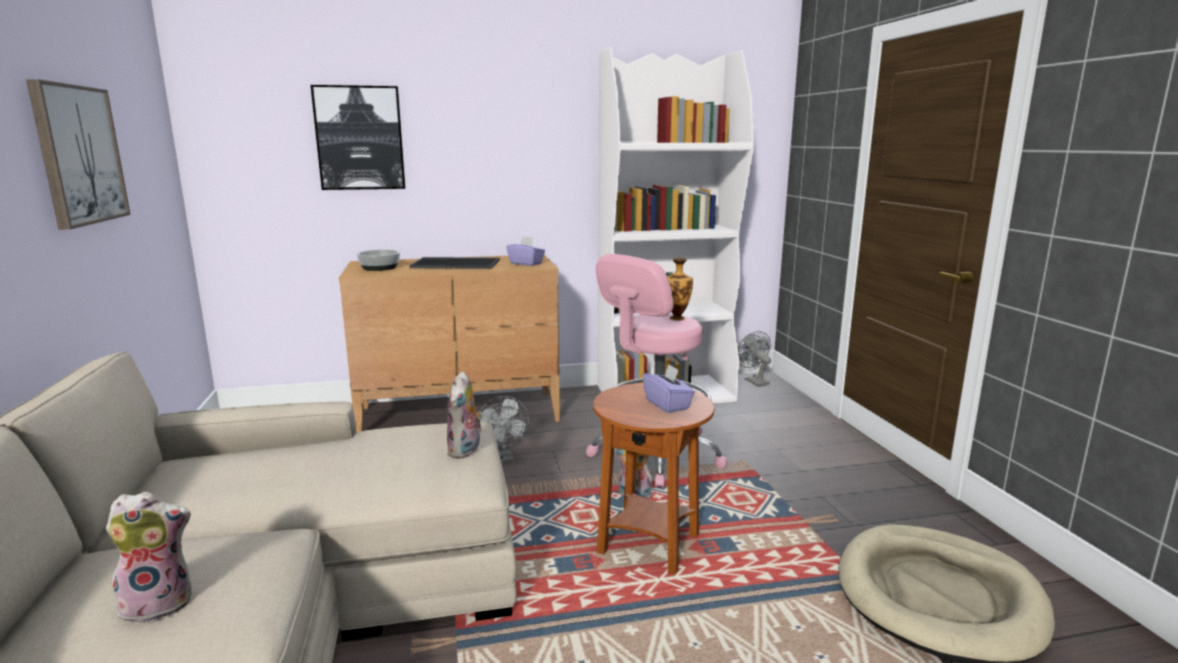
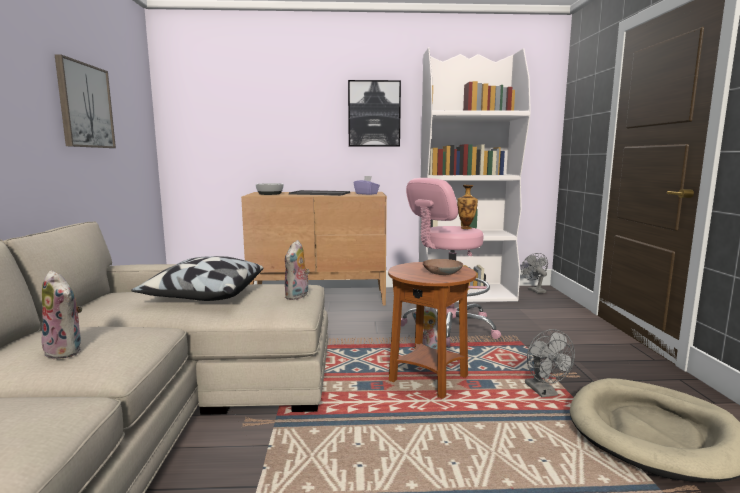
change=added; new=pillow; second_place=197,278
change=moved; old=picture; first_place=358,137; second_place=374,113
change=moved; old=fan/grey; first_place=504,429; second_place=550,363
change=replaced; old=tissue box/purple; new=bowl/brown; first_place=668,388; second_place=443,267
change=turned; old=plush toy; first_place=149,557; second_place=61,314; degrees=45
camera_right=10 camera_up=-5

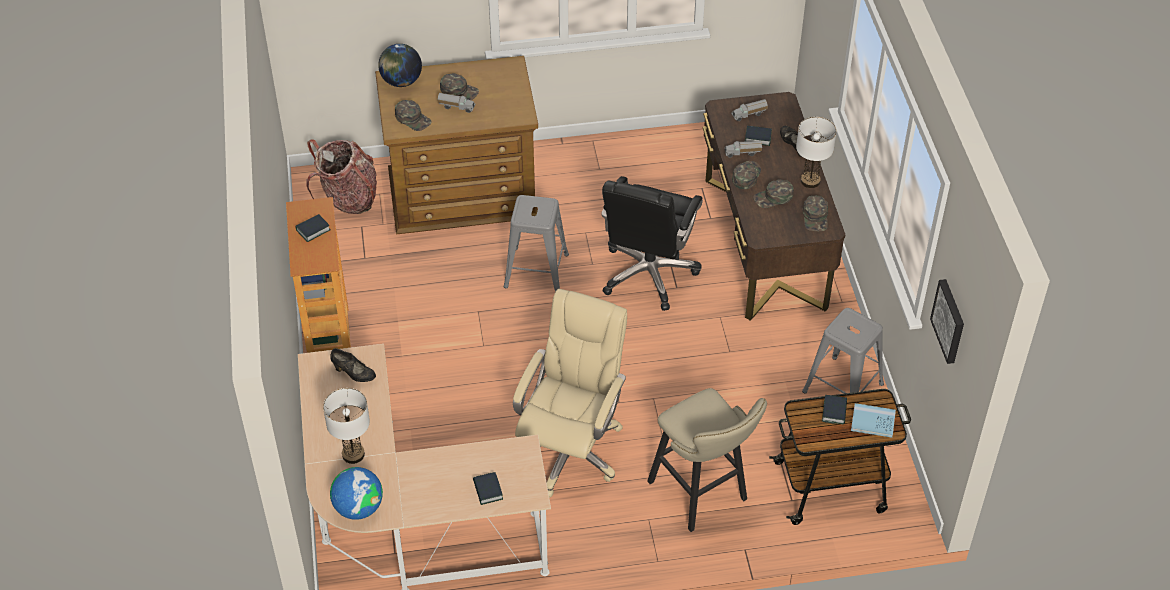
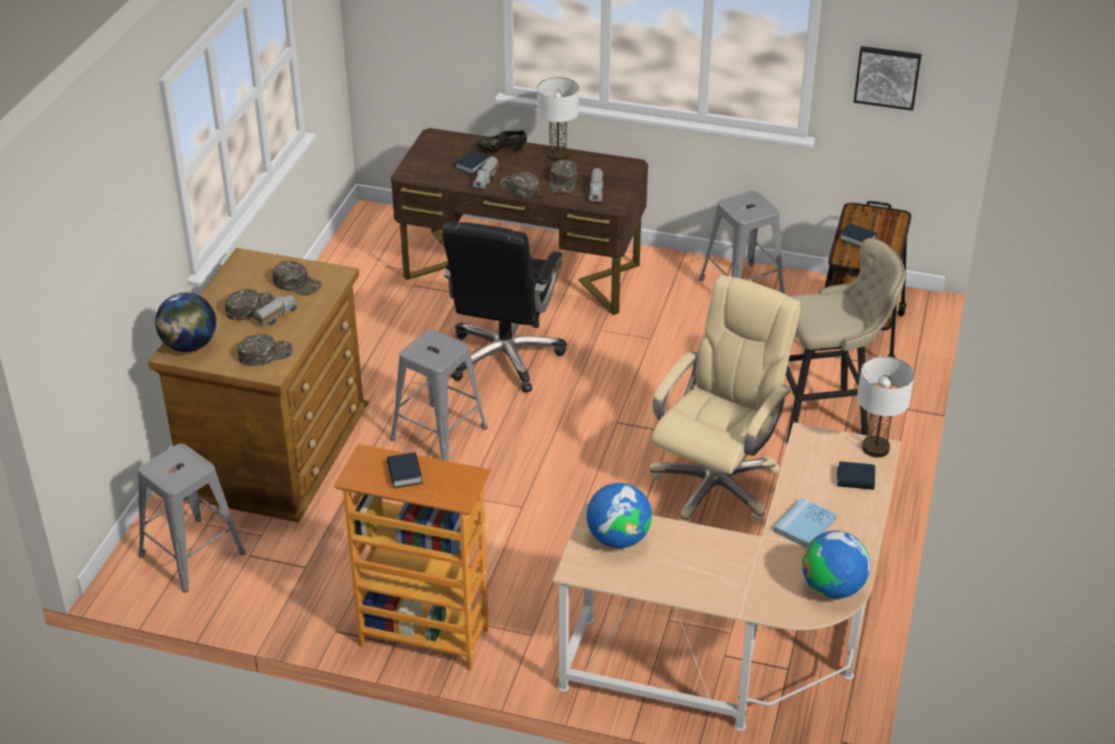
change=moved; old=table lamp; first_place=346,426; second_place=885,406
change=moved; old=toy truck; first_place=749,110; second_place=596,185
change=moved; old=cap/green; first_place=815,213; second_place=297,278
change=moved; old=book/blue; first_place=873,420; second_place=805,522
change=replaced; old=backpack; new=stool/grey; first_place=341,176; second_place=192,518
change=replaced; old=shoe/black; new=globe; first_place=353,365; second_place=619,515
change=turned; old=office chair/beige; first_place=570,393; second_place=724,398; degrees=75
change=turned; old=office chair/black; first_place=652,243; second_place=504,307; degrees=60
camera_right=-65 camera_up=-10

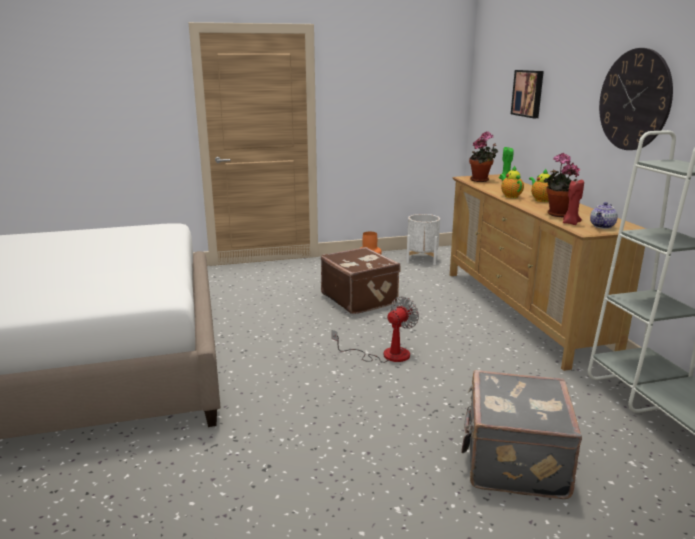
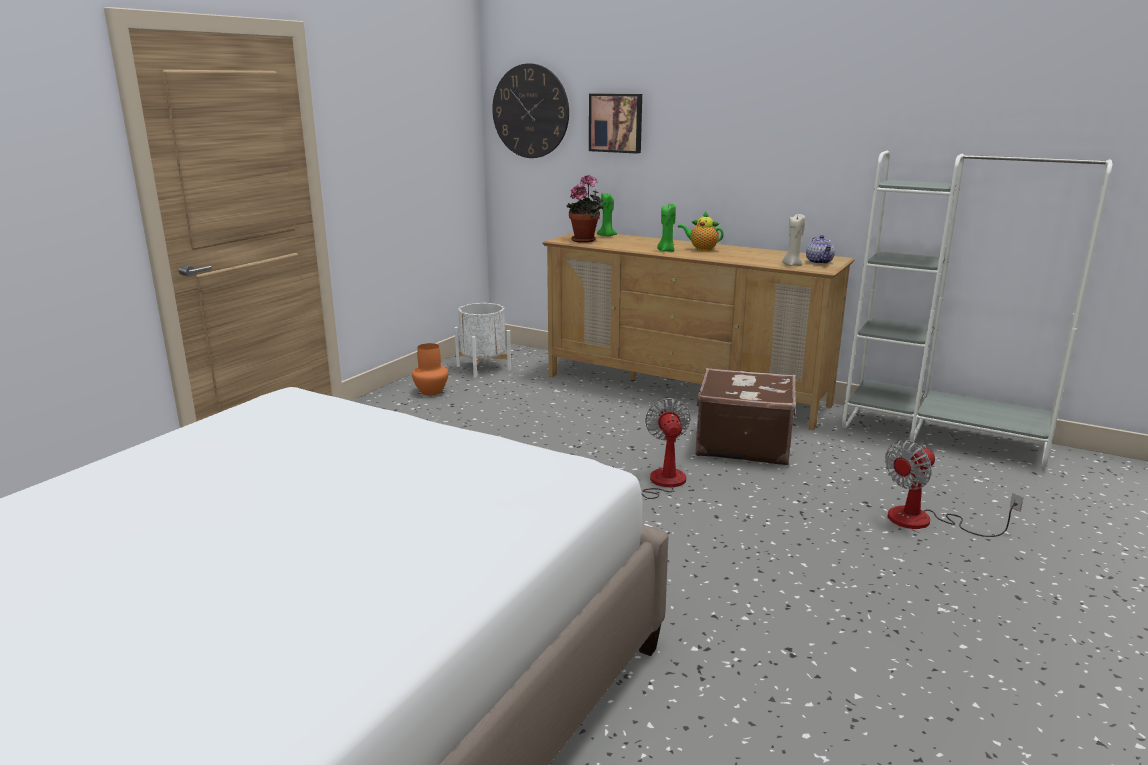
change=removed; old=potted plant; first_place=562,185
change=moved; old=suitcase/brown; first_place=360,280; second_place=745,416
change=moved; old=wall clock; first_place=636,99; second_place=530,110
change=replaced; old=suitcase/grey; new=fan; first_place=521,434; second_place=954,488
change=replaced; old=teapot; new=candle/green; first_place=512,182; second_place=666,228
change=recoloured; old=candle/red; new=candle/beige; first_place=573,202; second_place=793,240
camera_right=-45 camera_up=0

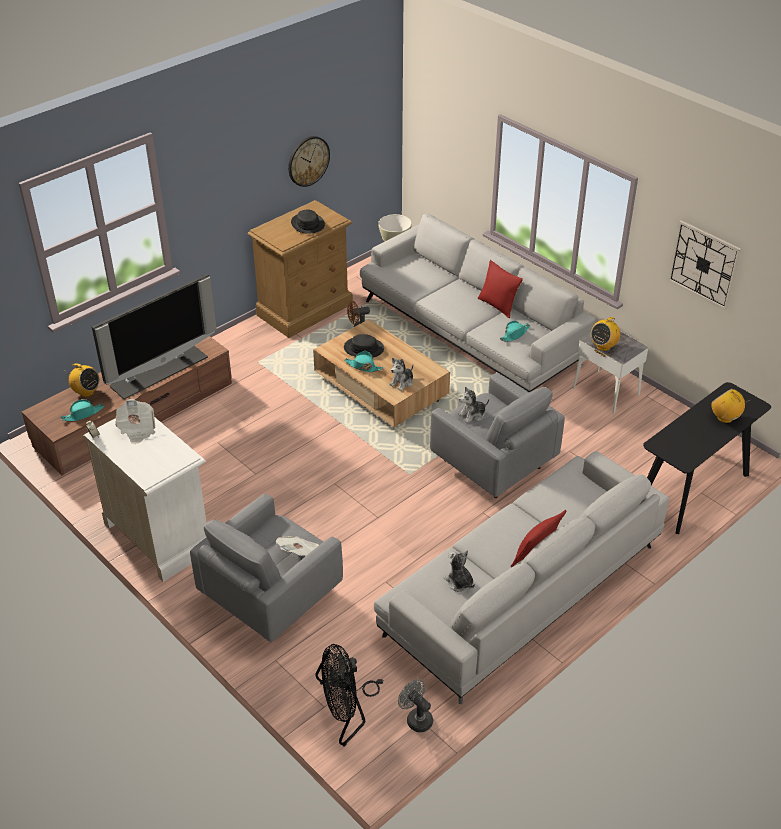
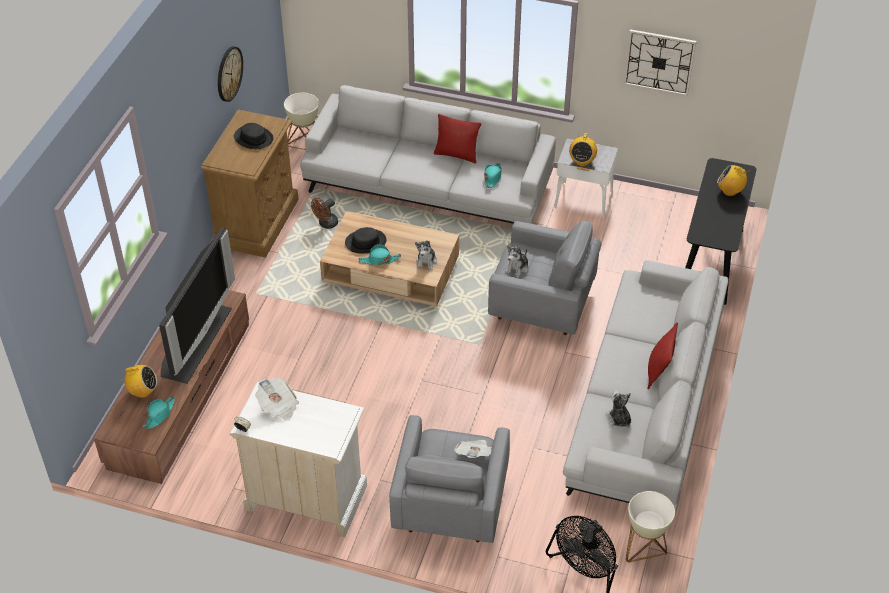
change=replaced; old=fan/grey; new=planter; first_place=415,705; second_place=650,526
change=turned; old=plush toy; first_place=459,571; second_place=618,410; degrees=45
camera_right=-30 camera_up=5

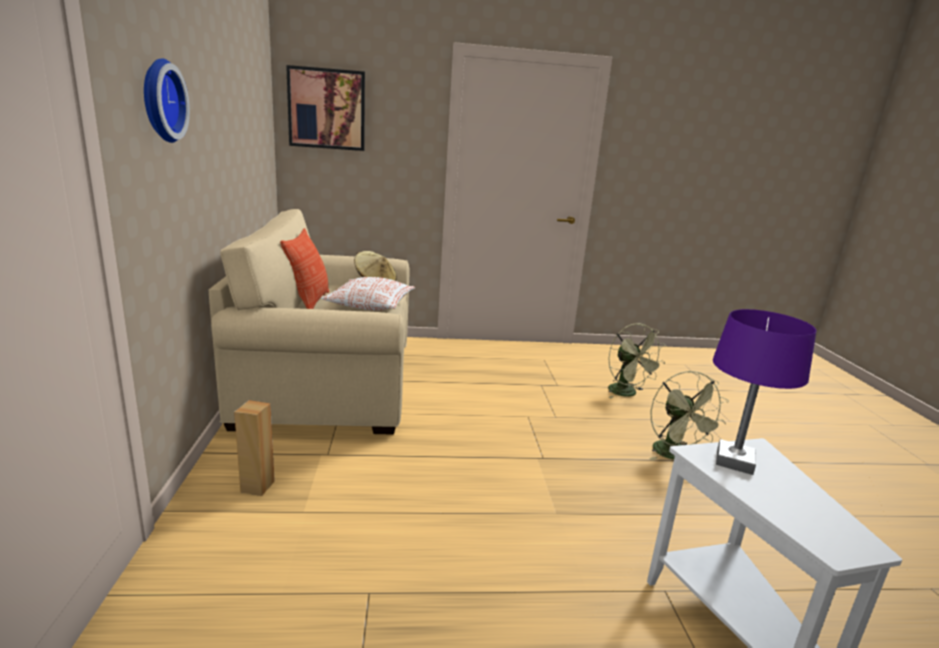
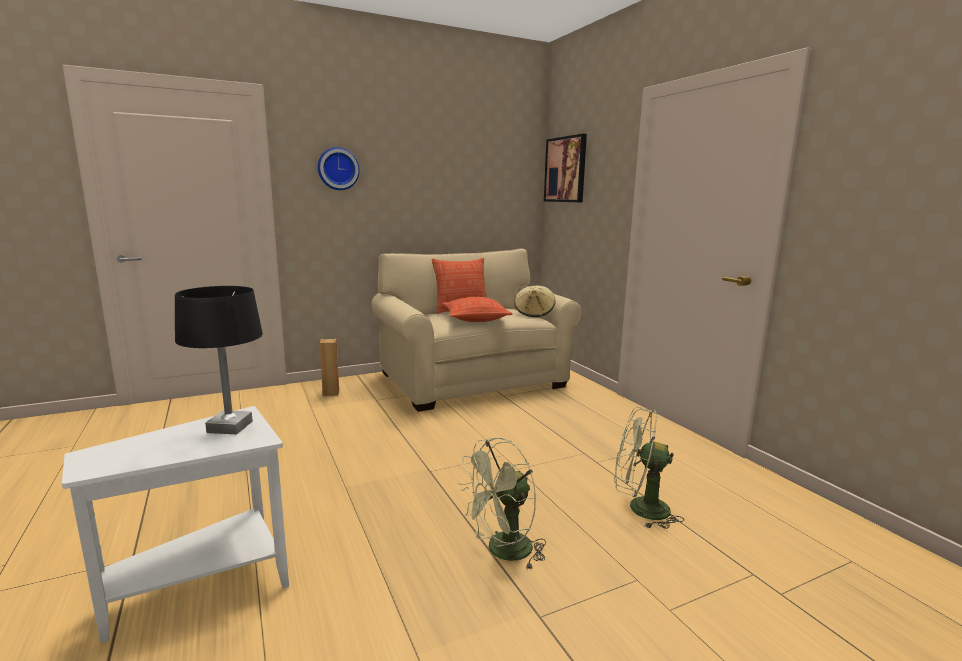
change=recoloured; old=pillow/white; new=pillow/orange; first_place=368,294; second_place=477,309
change=recoloured; old=table lamp/purple; new=table lamp/black; first_place=764,392; second_place=219,360
change=turned; old=fan/green; first_place=636,360; second_place=649,468; degrees=60
camera_right=70 camera_up=-5

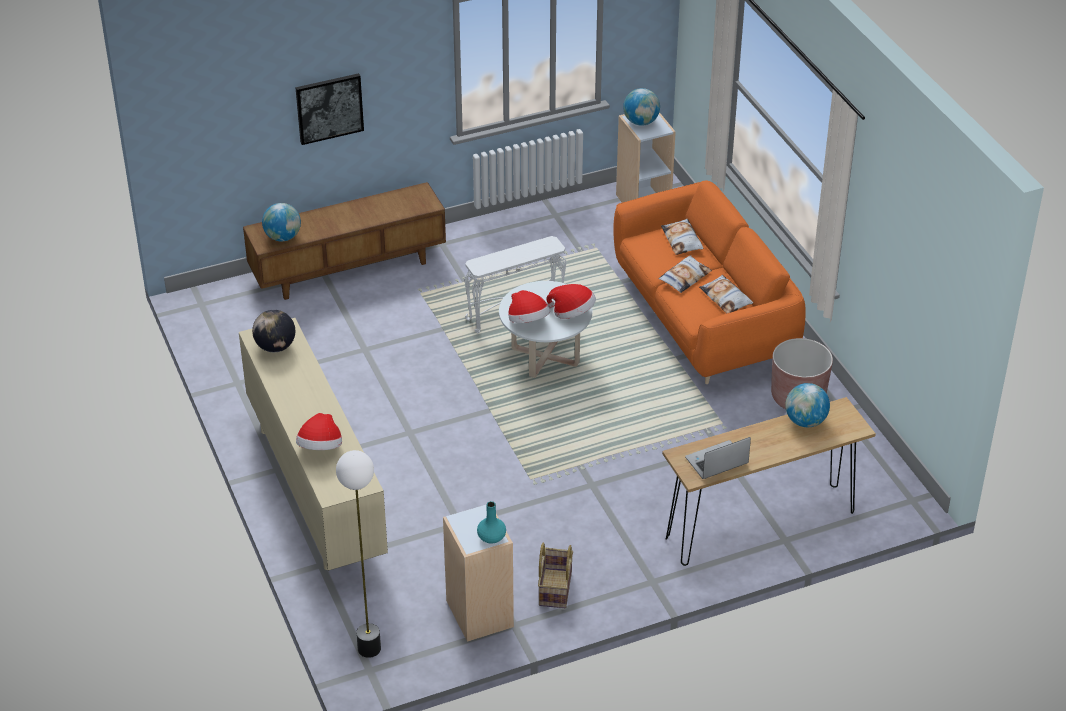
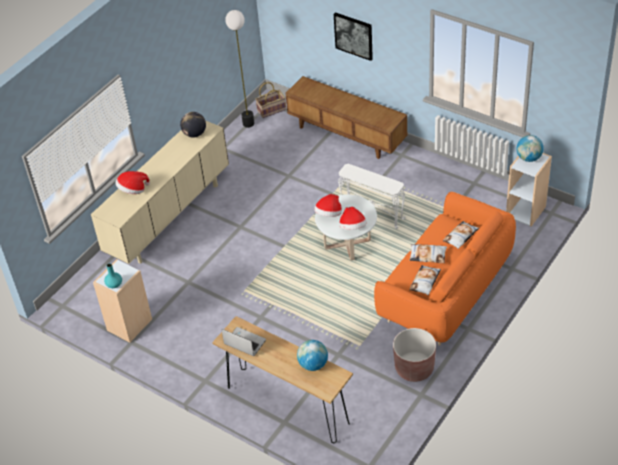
change=removed; old=globe; first_place=281,222
change=moved; old=floor lamp; first_place=358,554; second_place=239,69
change=moved; old=basket; first_place=555,575; second_place=270,100
camera_right=60 camera_up=5

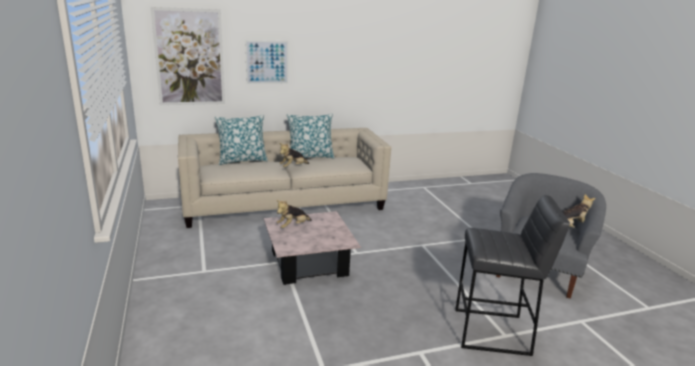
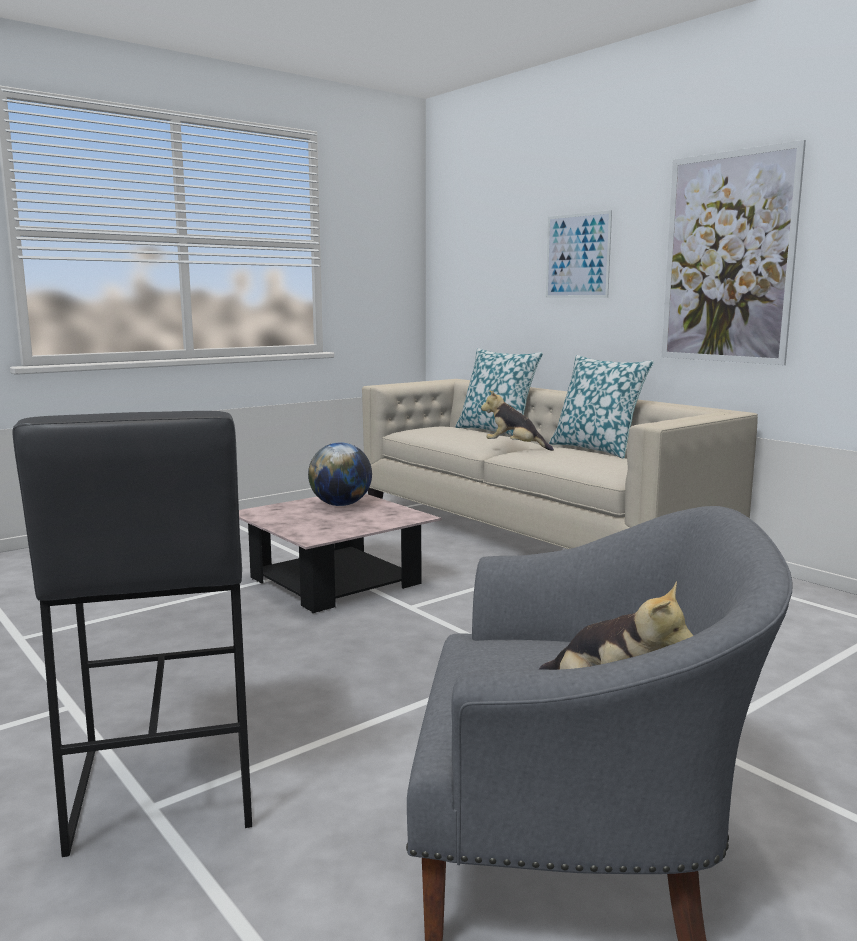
change=moved; old=picture; first_place=188,56; second_place=734,252
change=replaced; old=plush toy; new=globe; first_place=294,214; second_place=340,474
camera_right=70 camera_up=-10

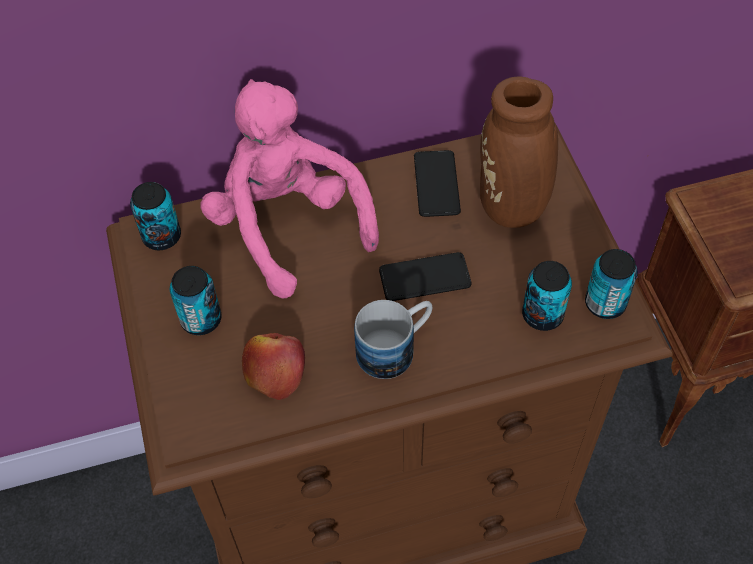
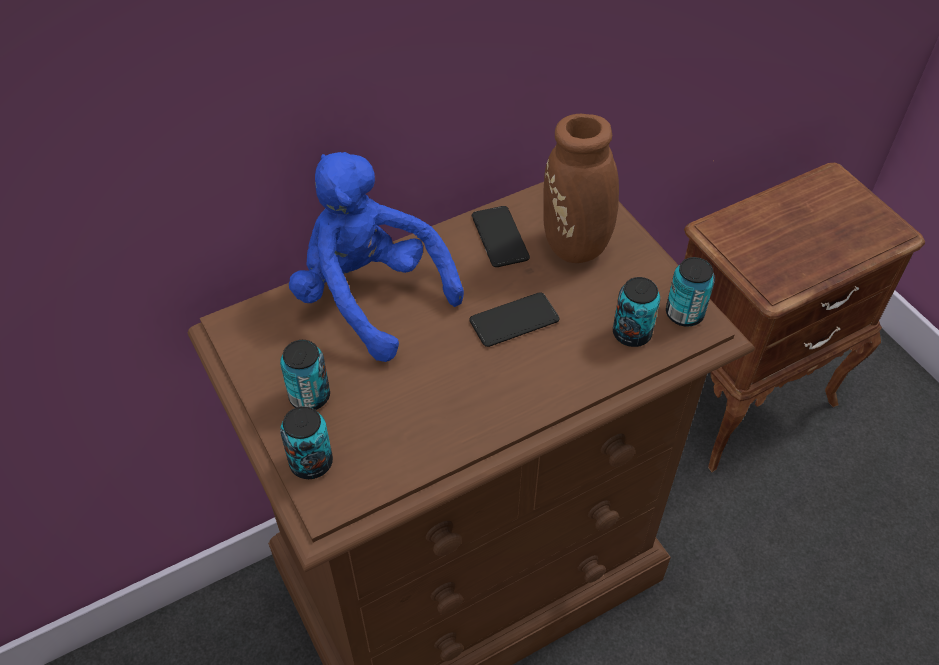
change=removed; old=apple; first_place=273,366
change=removed; old=mug; first_place=393,339
change=moved; old=can; first_place=155,216; second_place=306,442
change=recoloured; old=plush toy/pink; new=plush toy/blue; first_place=289,189; second_place=376,257
camera_right=-15 camera_up=-5

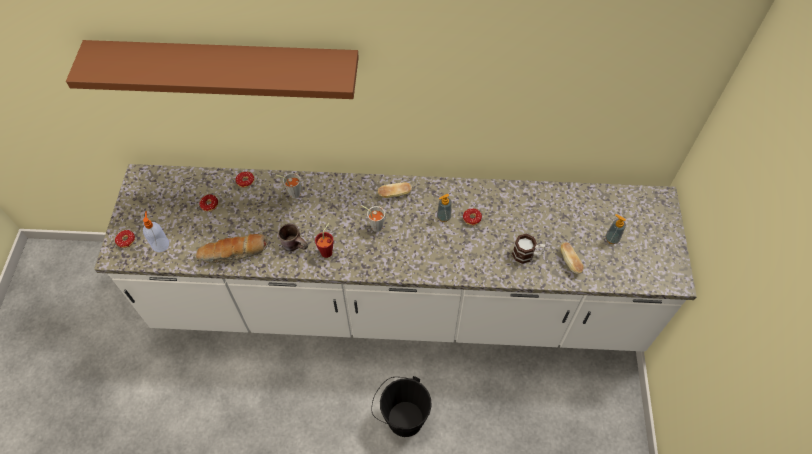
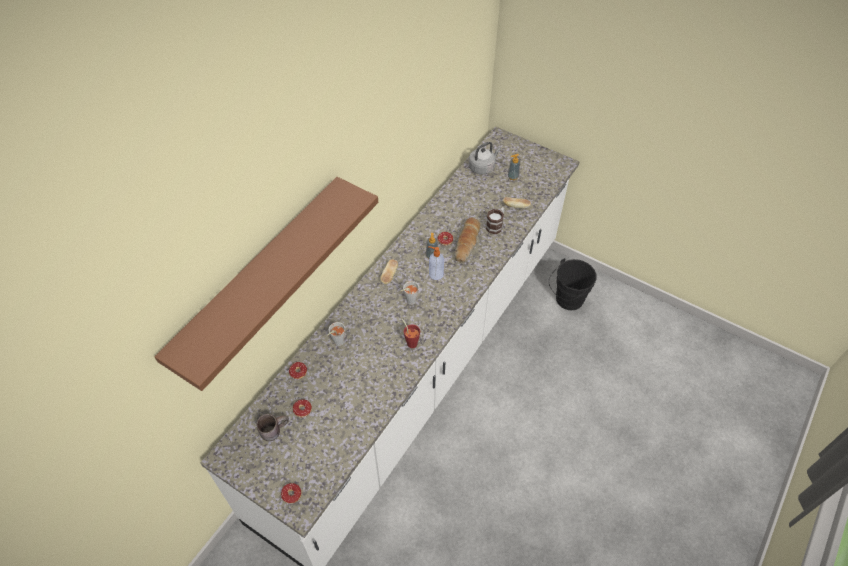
change=added; new=kettle/grey; second_place=485,158
change=moved; old=soap dispenser; first_place=156,231; second_place=436,263
change=moved; old=bread; first_place=232,248; second_place=467,239
change=moved; old=mug/brown; first_place=293,237; second_place=273,427
change=moved; old=bucket/black; first_place=401,406; second_place=573,284
camera_right=-60 camera_up=-5

